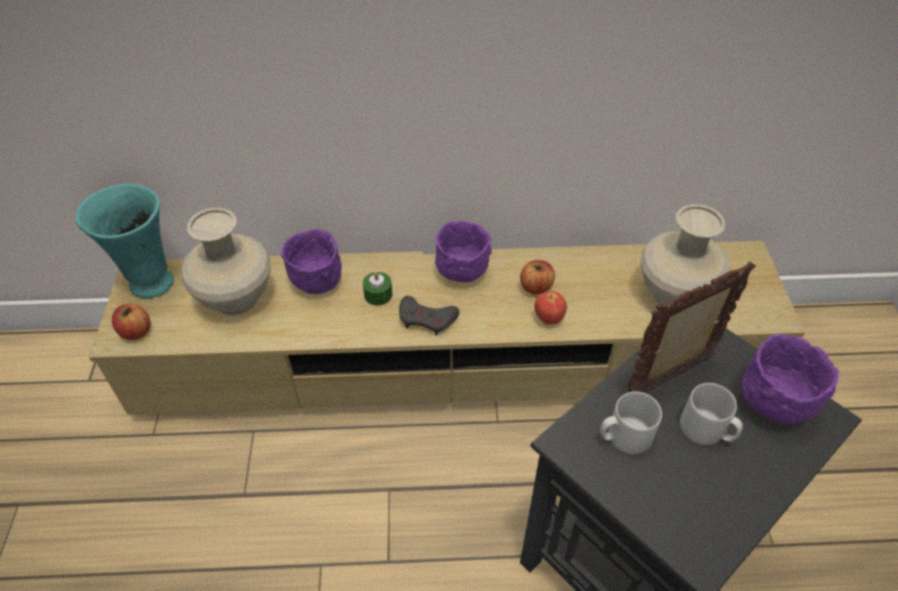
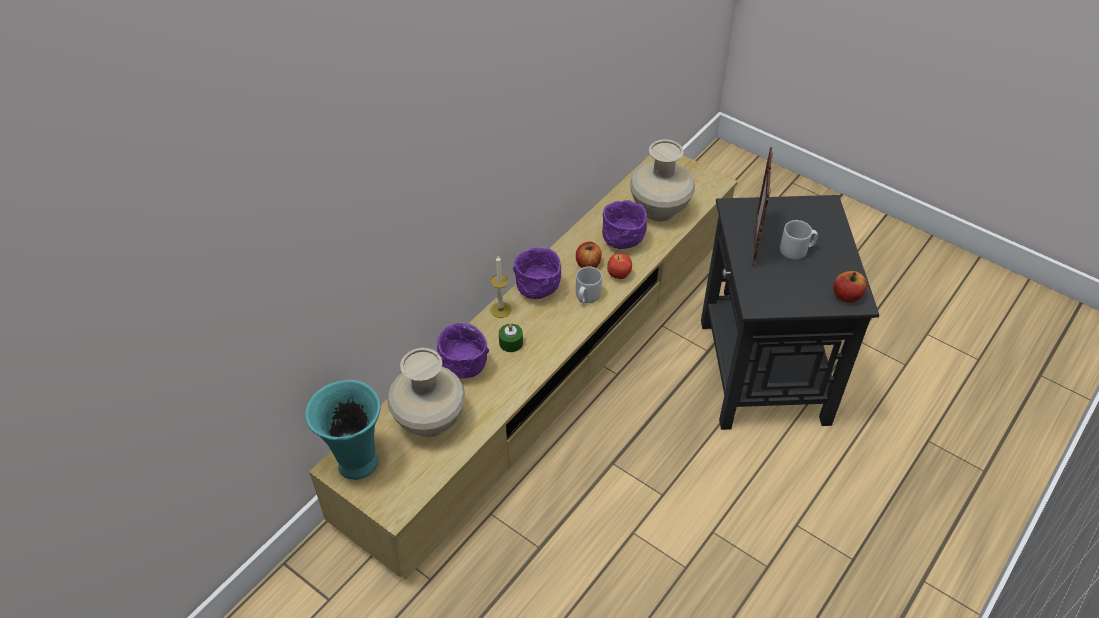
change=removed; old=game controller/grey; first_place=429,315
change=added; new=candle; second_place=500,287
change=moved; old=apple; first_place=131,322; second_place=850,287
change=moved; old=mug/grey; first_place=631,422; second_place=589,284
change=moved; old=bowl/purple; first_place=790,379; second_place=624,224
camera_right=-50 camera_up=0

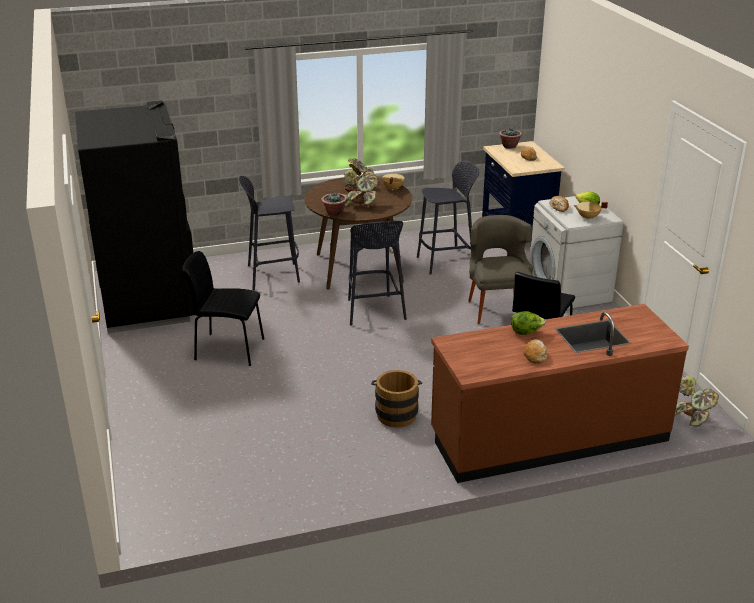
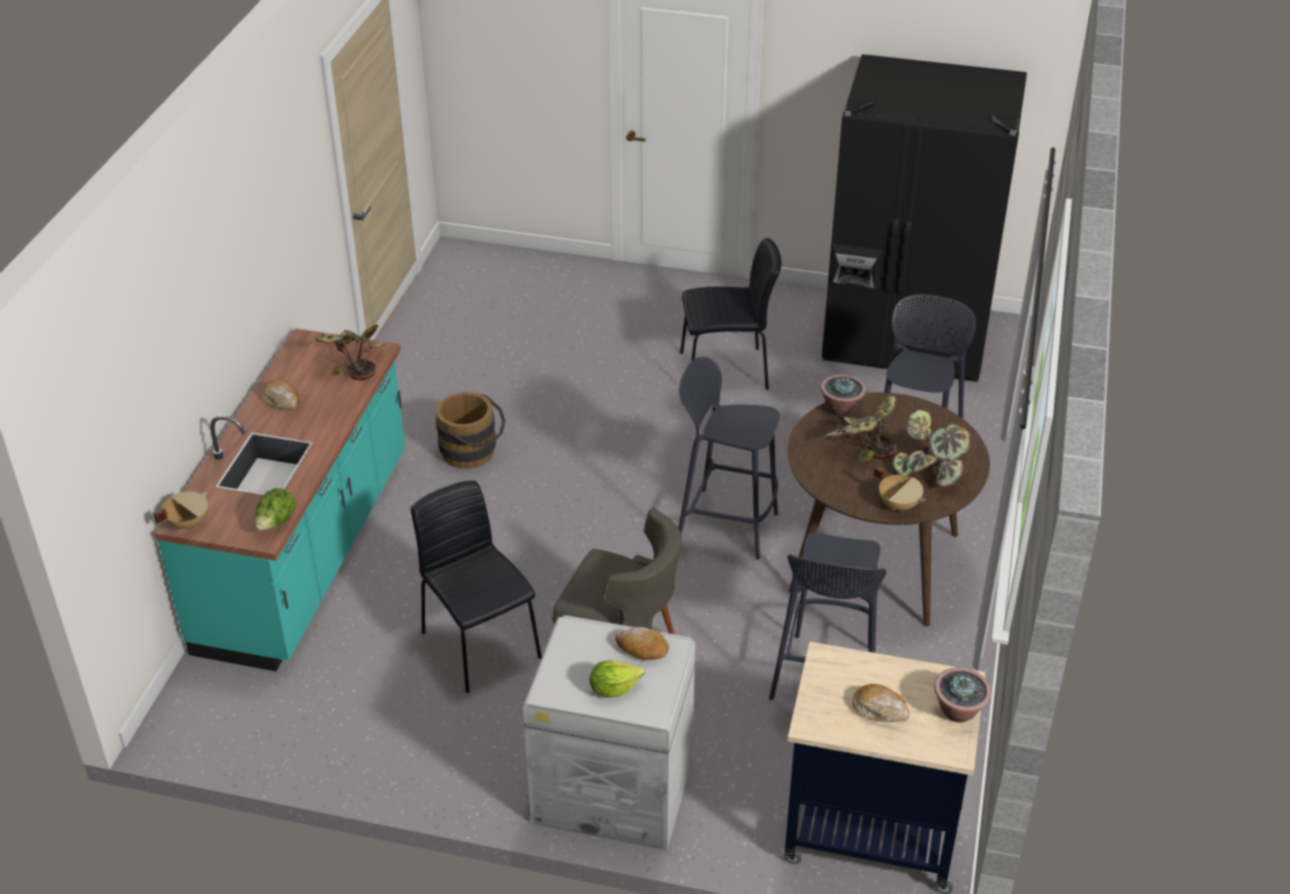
change=moved; old=lettuce; first_place=528,323; second_place=275,509
change=moved; old=cooking pot/beige; first_place=591,211; second_place=181,510
change=moved; old=potted plant; first_place=697,401; second_place=350,352
change=recoloured; old=counter/brown; new=counter/turquoise; first_place=560,393; second_place=280,499
change=turned; old=chair/black; first_place=223,308; second_place=731,314; degrees=45
camera_right=120 camera_up=10

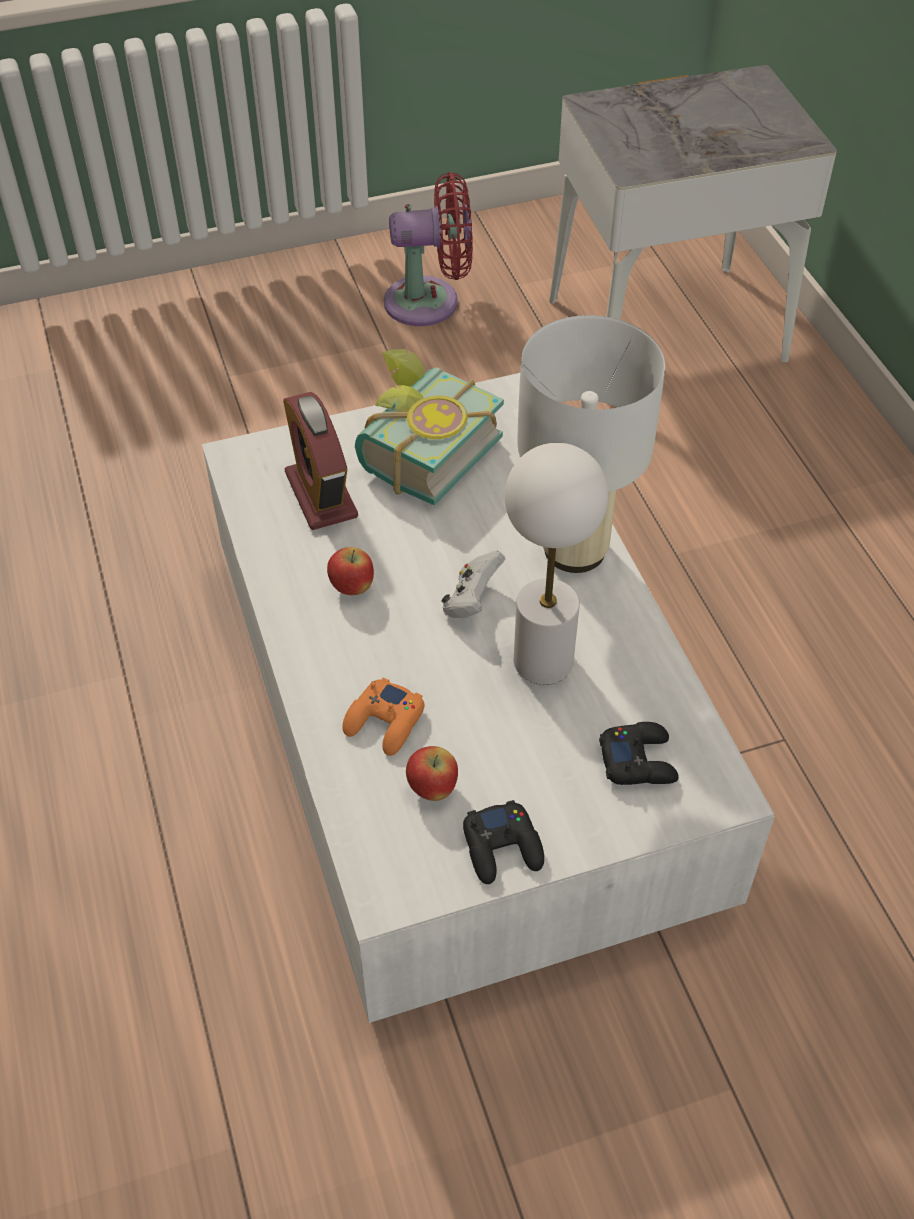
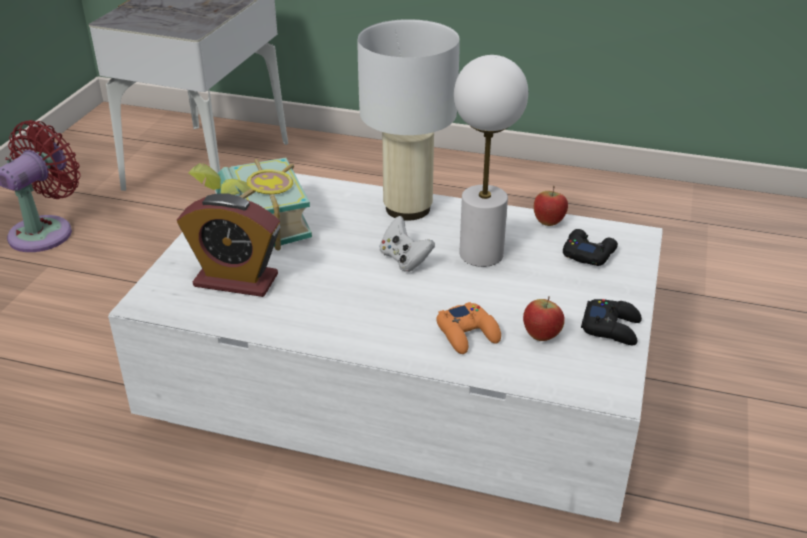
change=moved; old=apple; first_place=350,571; second_place=551,206
camera_right=-55 camera_up=-15

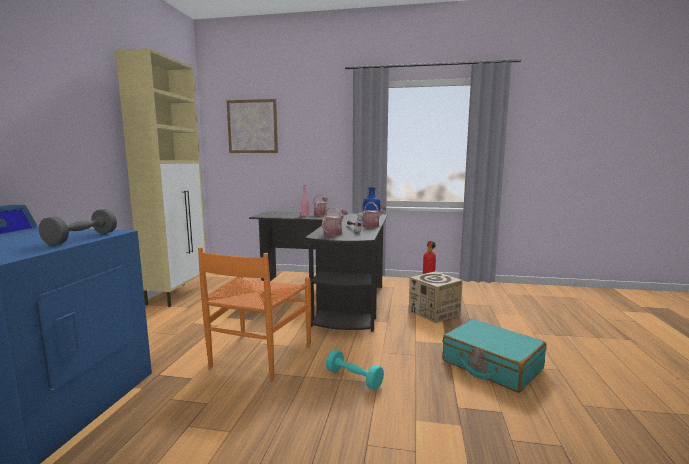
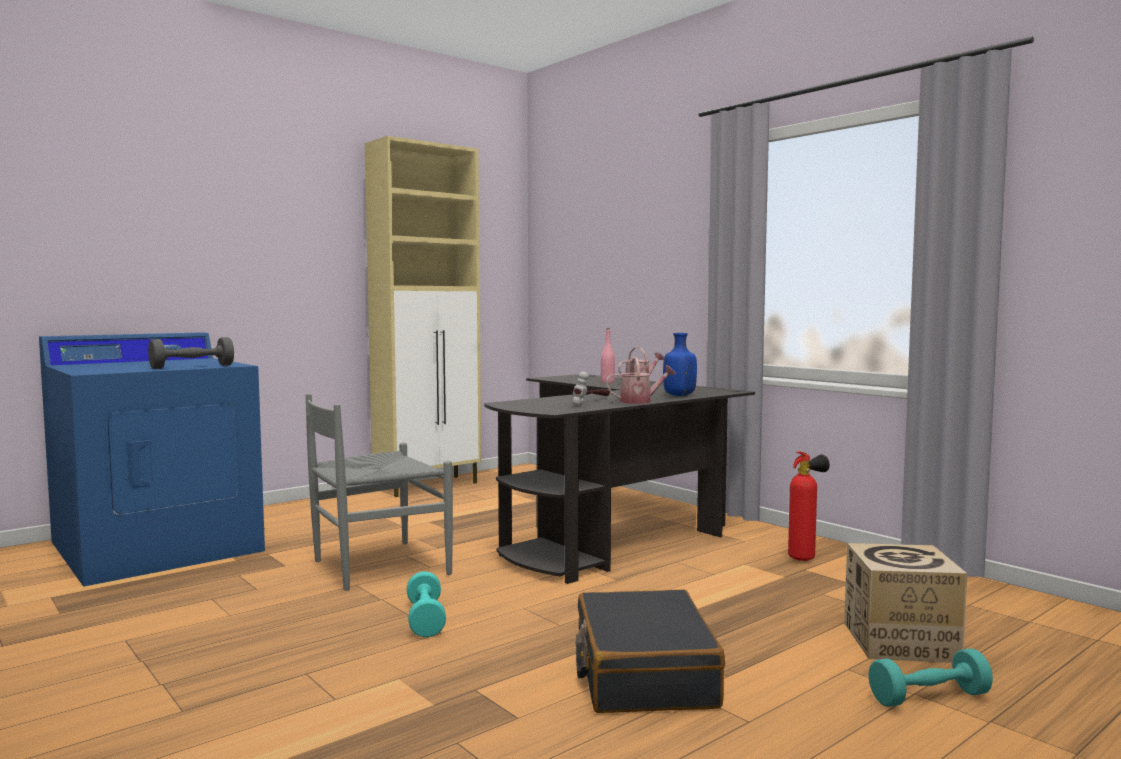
change=removed; old=picture; first_place=252,126
change=removed; old=watering can; first_place=335,221
change=added; new=dumbbell/turquoise; second_place=930,677
change=moved; old=cardboard box; first_place=436,297; second_place=905,603
change=recoloured; old=chair/orange; new=chair/grey; first_place=254,313; second_place=379,492
change=recoloured; old=suitcase/turquoise; new=suitcase/black; first_place=495,355; second_place=650,651
camera_right=40 camera_up=-5

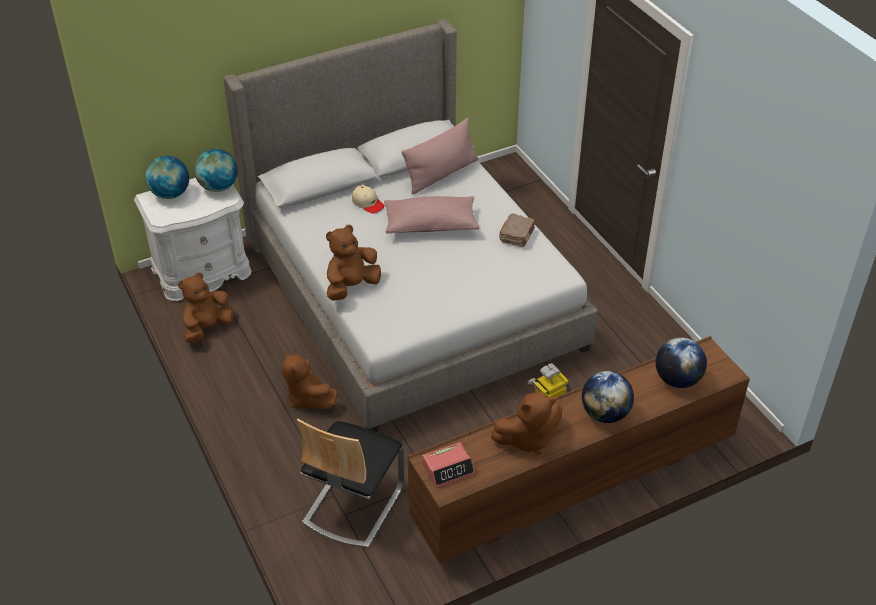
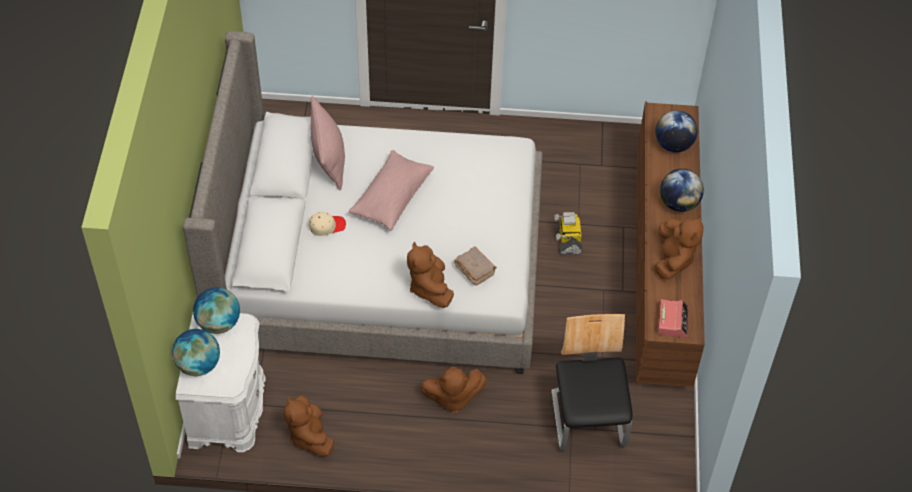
change=moved; old=book/brown; first_place=517,230; second_place=475,266
change=turned; old=chair; first_place=350,483; second_place=591,382; degrees=-150
camera_right=-60 camera_up=10

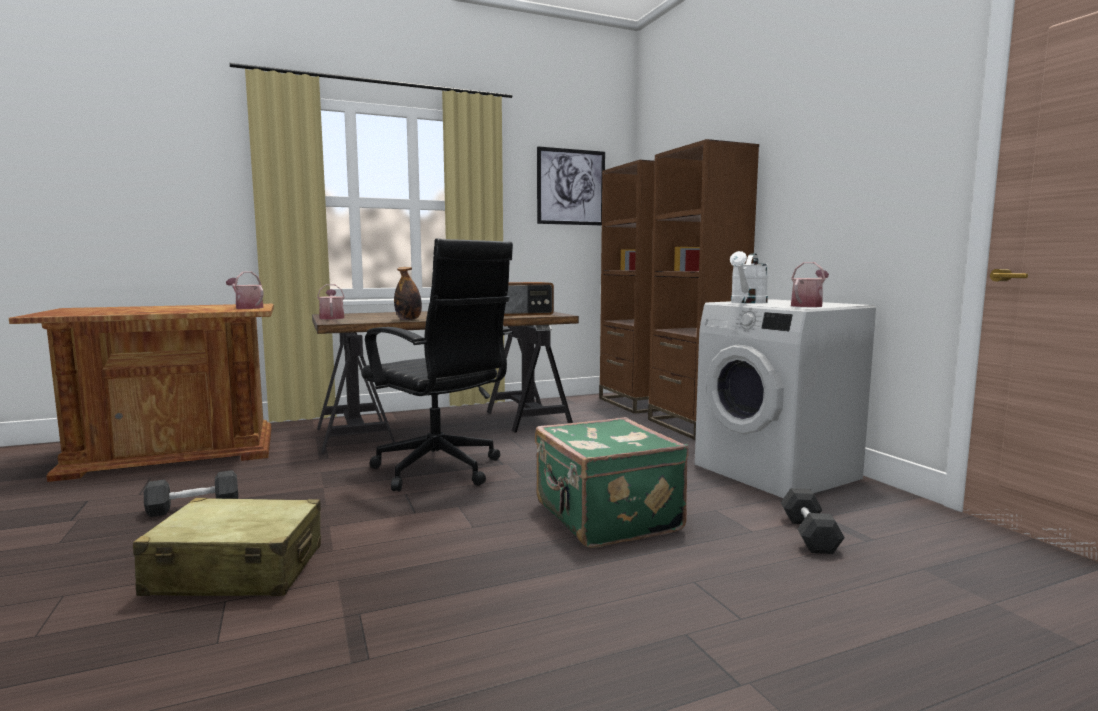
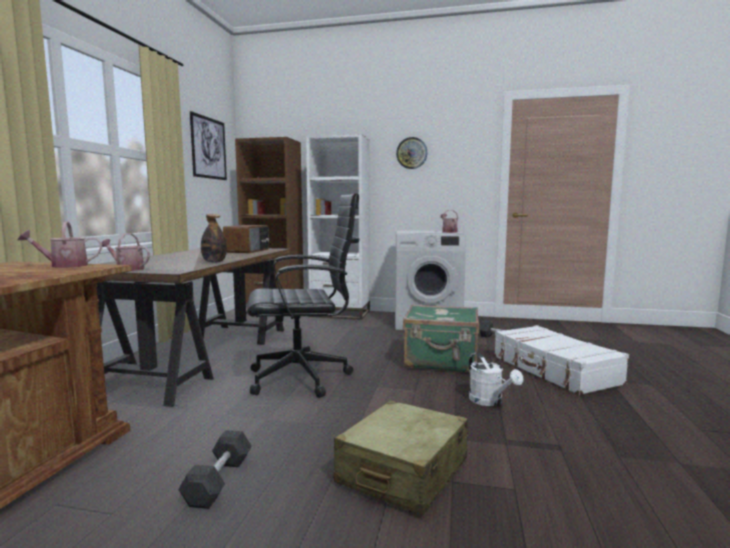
change=added; new=wall clock; second_place=411,153
change=added; new=suitcase/white; second_place=561,360
change=moved; old=watering can/white; first_place=749,277; second_place=495,379
change=recoloured; old=bookcase/brown; new=bookcase/white; first_place=703,289; second_place=338,227
camera_right=-55 camera_up=0

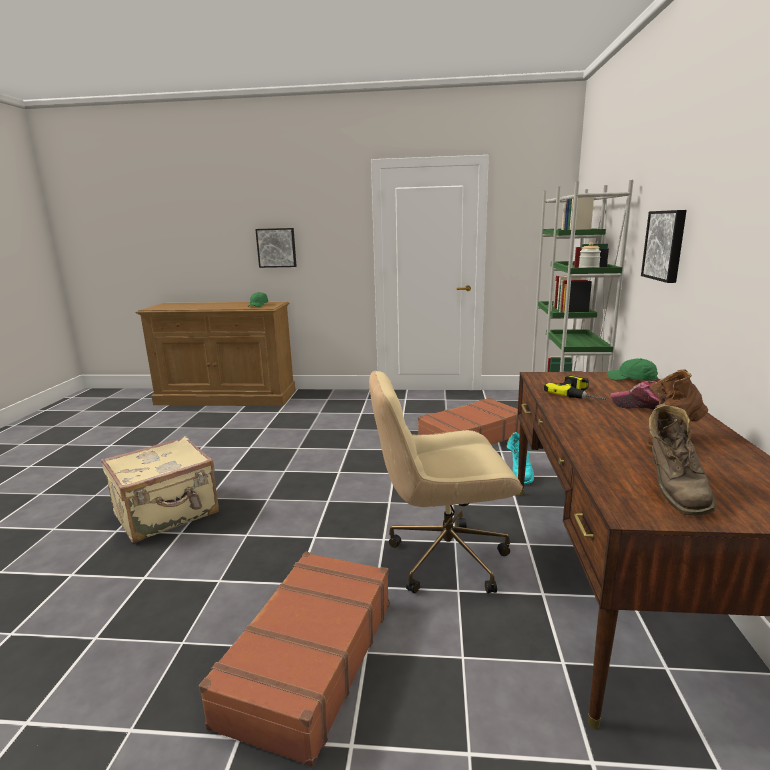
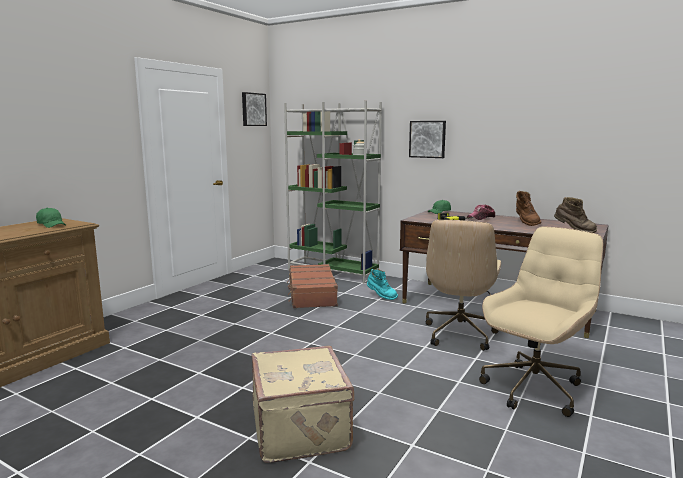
change=moved; old=picture; first_place=276,248; second_place=254,109
change=replaced; old=suitcase/brown; new=office chair/beige; first_place=294,659; second_place=541,322
camera_right=-65 camera_up=-5

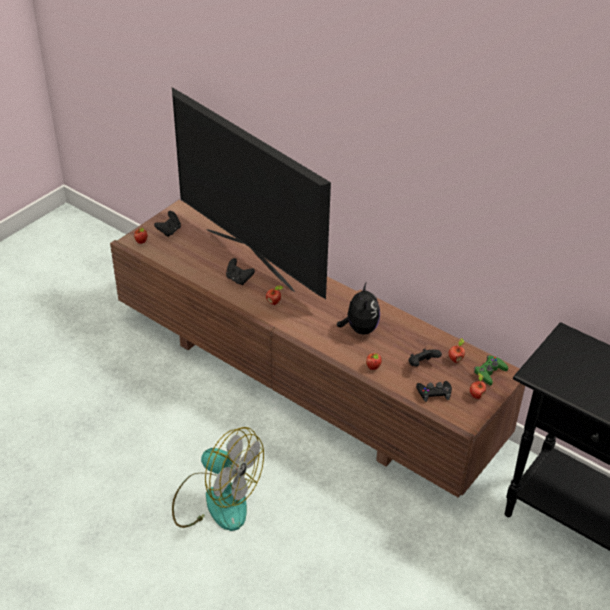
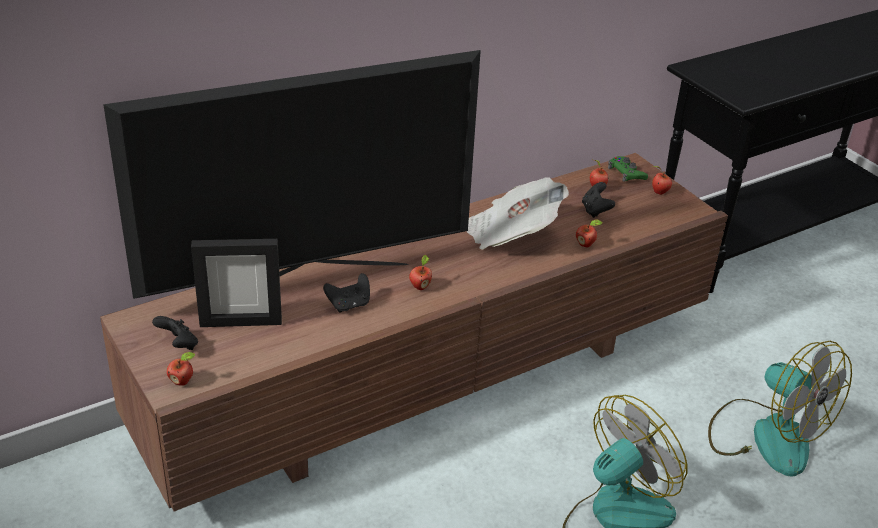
change=removed; old=game controller/black; first_place=434,391
change=added; new=picture frame; second_place=236,283
change=added; new=fan; second_place=780,408
change=replaced; old=plush toy; new=newspaper; first_place=358,309; second_place=517,213
camera_right=-70 camera_up=-5

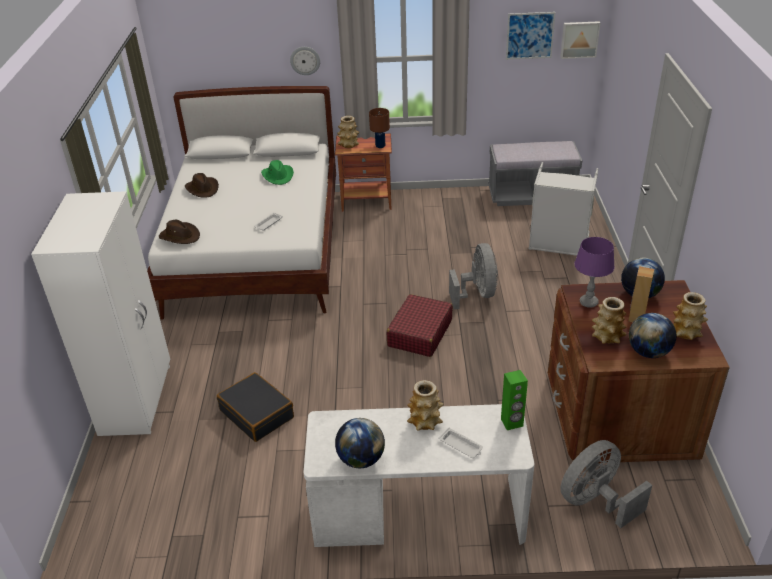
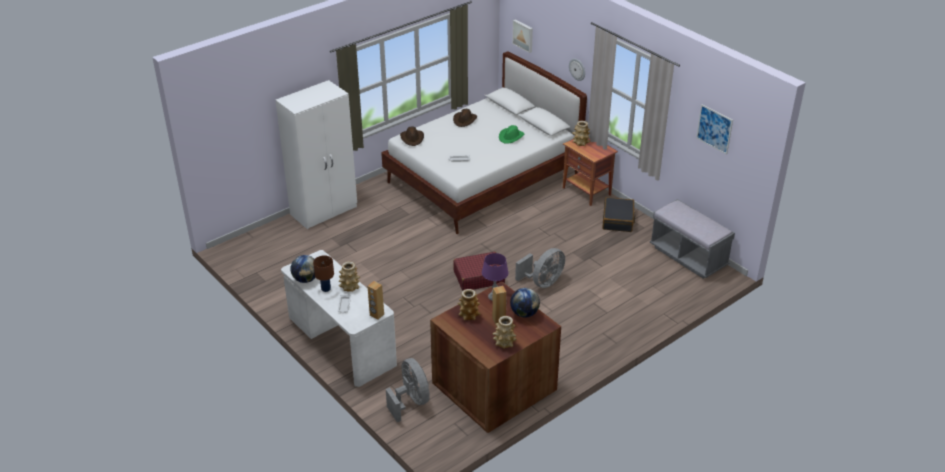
change=removed; old=laundry basket/grey; first_place=563,209
change=removed; old=globe; first_place=652,335
change=moved; old=suitcase/black; first_place=255,407; second_place=619,214
change=moved; old=table lamp/brown; first_place=379,128; second_place=323,273
change=moved; old=picture; first_place=580,40; second_place=522,36
change=recoloured; old=speaker/green; new=speaker/brown; first_place=514,400; second_place=375,300
change=turned; old=fan/grey; first_place=606,484; second_place=408,390; degrees=45
camera_right=50 camera_up=0

